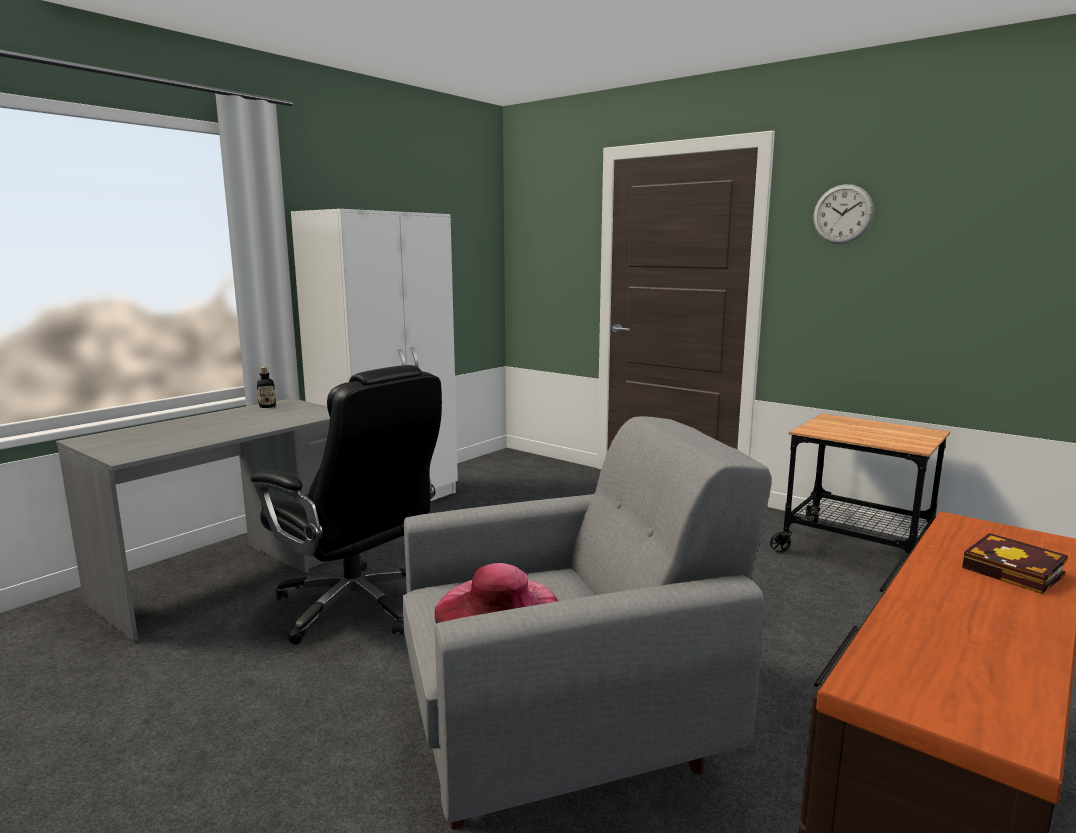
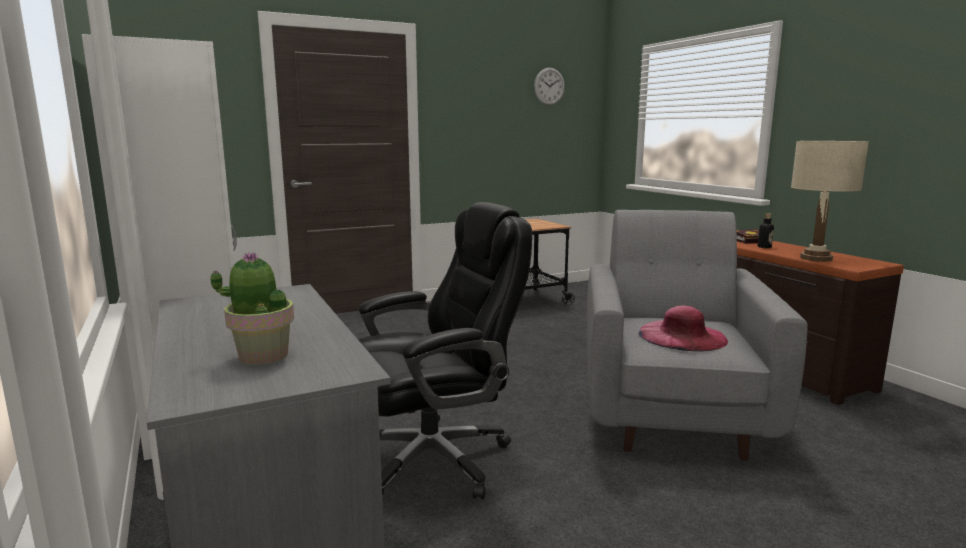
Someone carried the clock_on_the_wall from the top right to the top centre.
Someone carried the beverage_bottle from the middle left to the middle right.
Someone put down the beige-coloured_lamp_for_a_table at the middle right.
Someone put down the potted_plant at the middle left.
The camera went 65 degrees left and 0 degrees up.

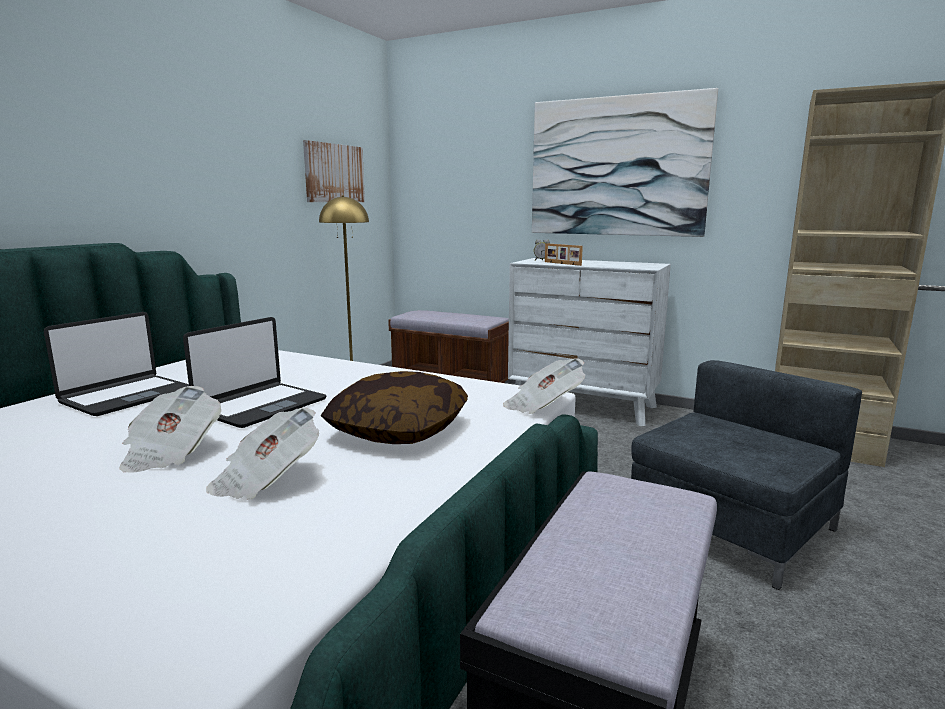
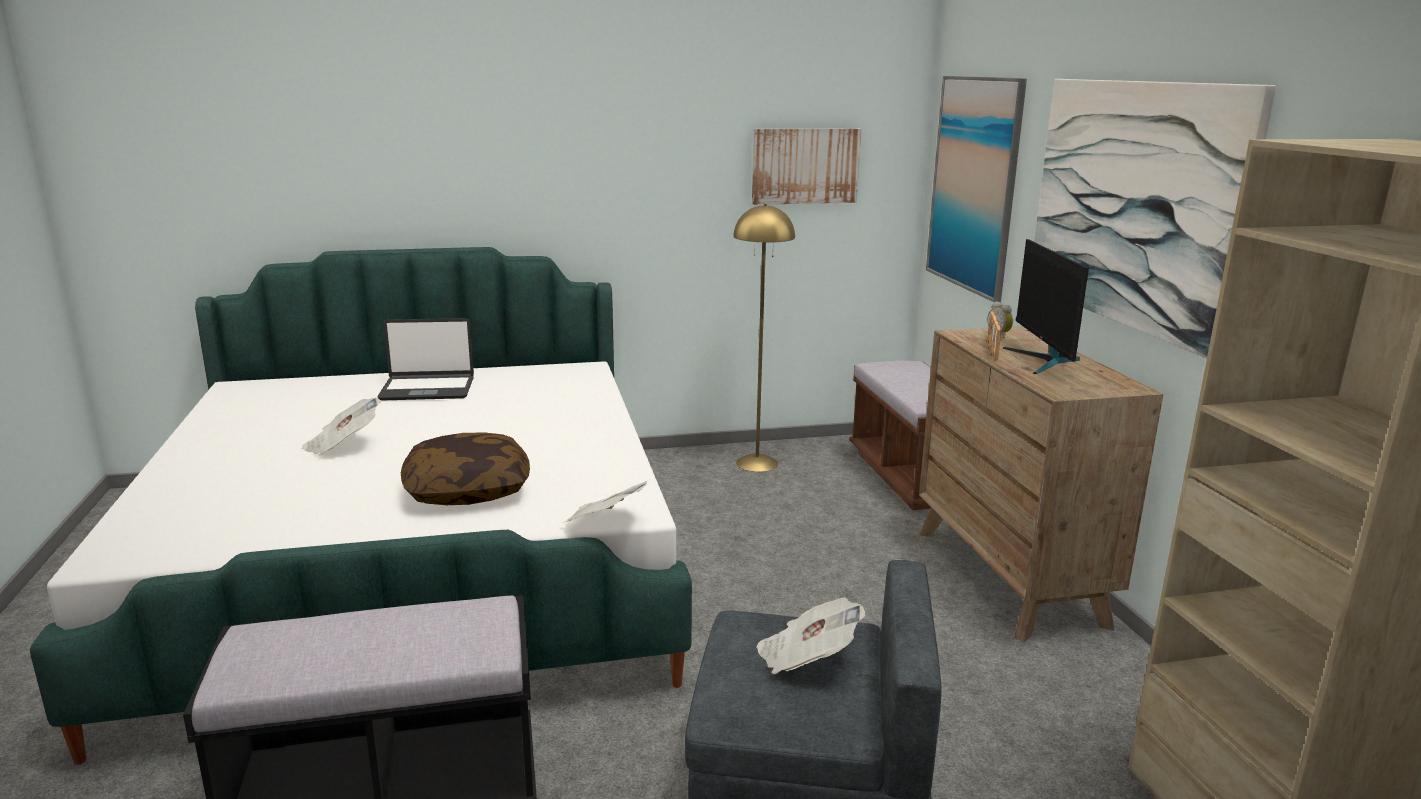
Someone repainted the white-coloured_dresser at the centre, which became the brownish_dresser at the middle right.
Someone took away the portable_computer (2nd from left) at the middle left.
Someone carried the newspaper (2nd from left in the first image) from the middle left to the bottom centre.
Someone put up the picture (2nd from left) at the top right.
Someone put down the computer_display at the middle right.
The camera went 50 degrees right and 5 degrees up.

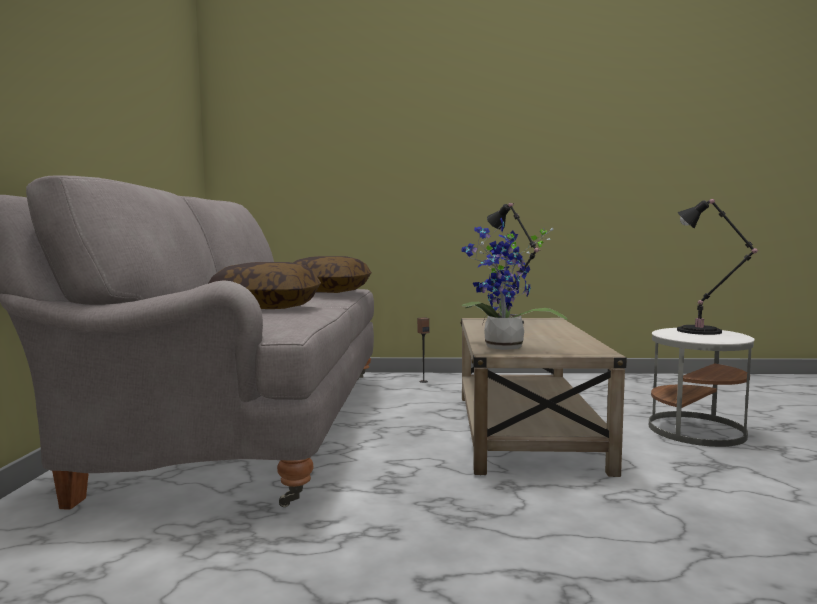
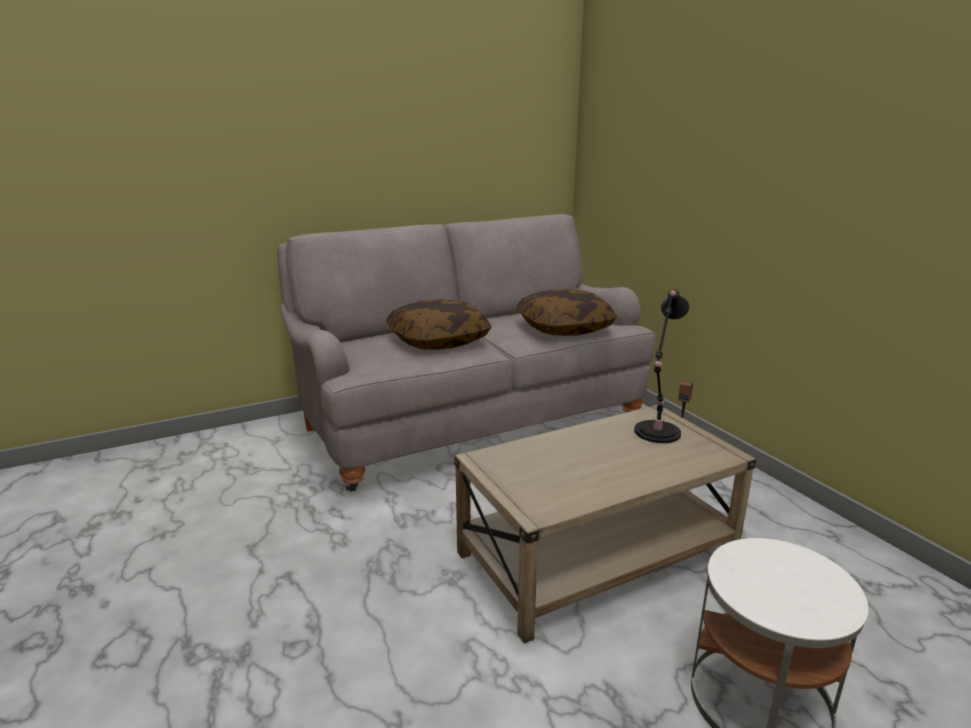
Someone took away the black_lamp_for_a_table (2nd from left) at the middle right.
Someone took away the potted_plant at the centre.
The camera went 60 degrees right and 15 degrees up.

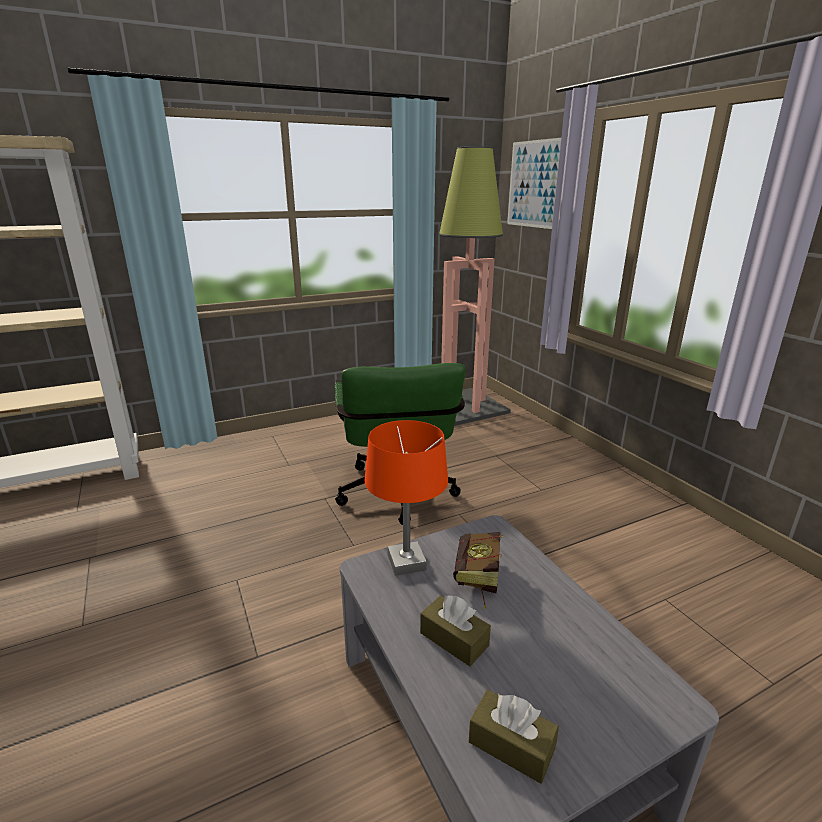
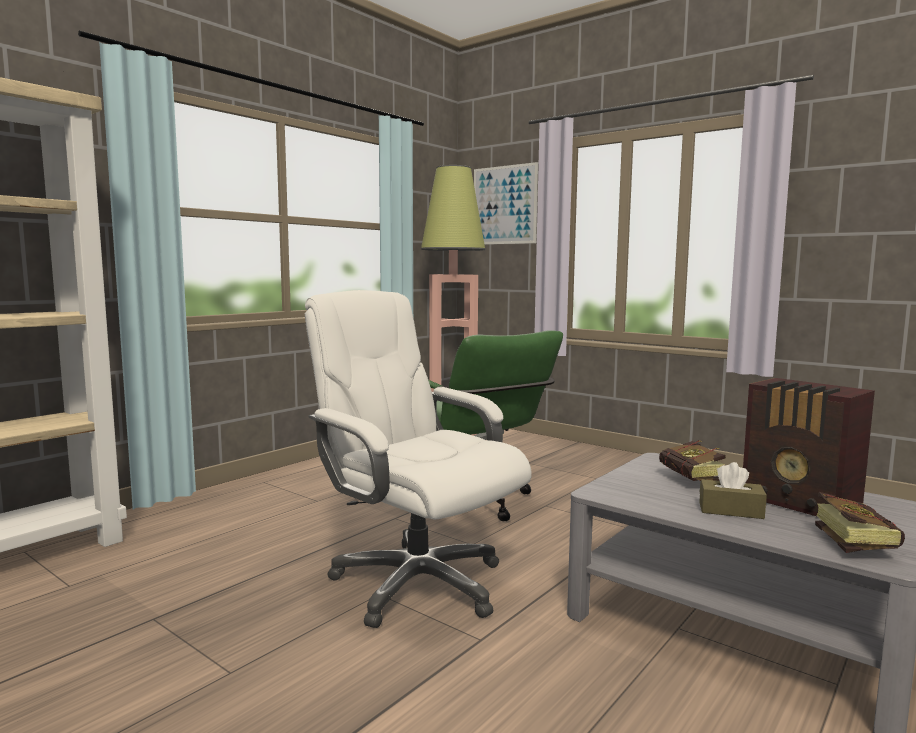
Someone took away the orange-coloured_lamp_for_a_table at the centre.
Someone swapped the brownish_tissue_box (2nd from left) at the bottom centre for the volume (2nd from left) at the bottom right.
Someone put down the white-coloured_desk_chair at the centre.
Someone put down the radio_set at the middle right.
The camera went 25 degrees left and 15 degrees down.

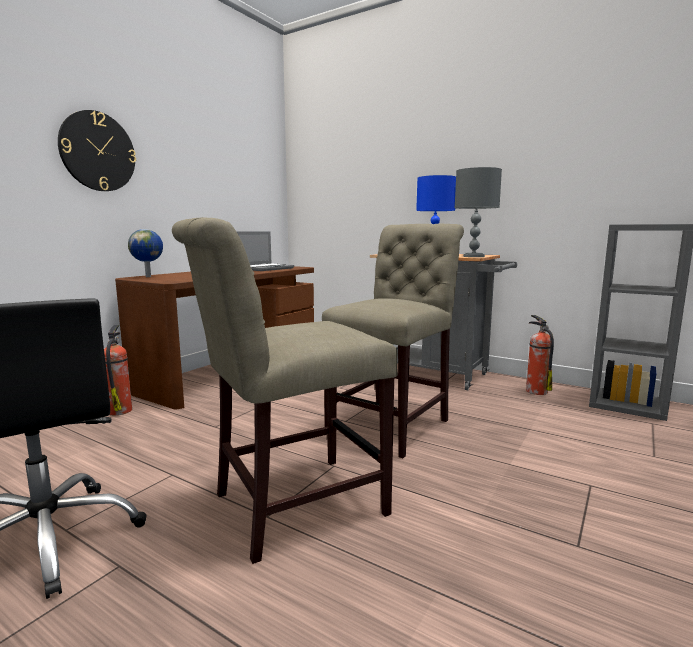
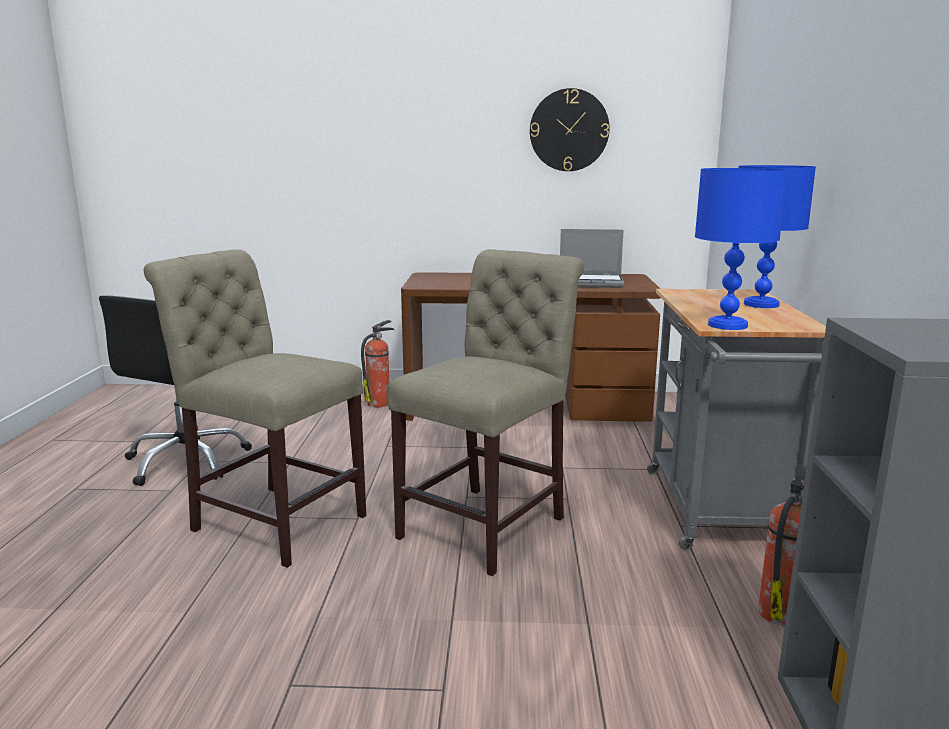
Someone carried the clock_on_the_wall from the top left to the top centre.
Someone repainted the grey_lamp_for_a_table at the top right, which became the blue-coloured_lamp_for_a_table (1st from left) at the middle right.
Someone rotated the beige-coloured_upright_chair (2nd from left) at the centre by 60 degrees counterclockwise.
Someone took away the desk_globe at the middle left.
The camera went 60 degrees right and 5 degrees up.

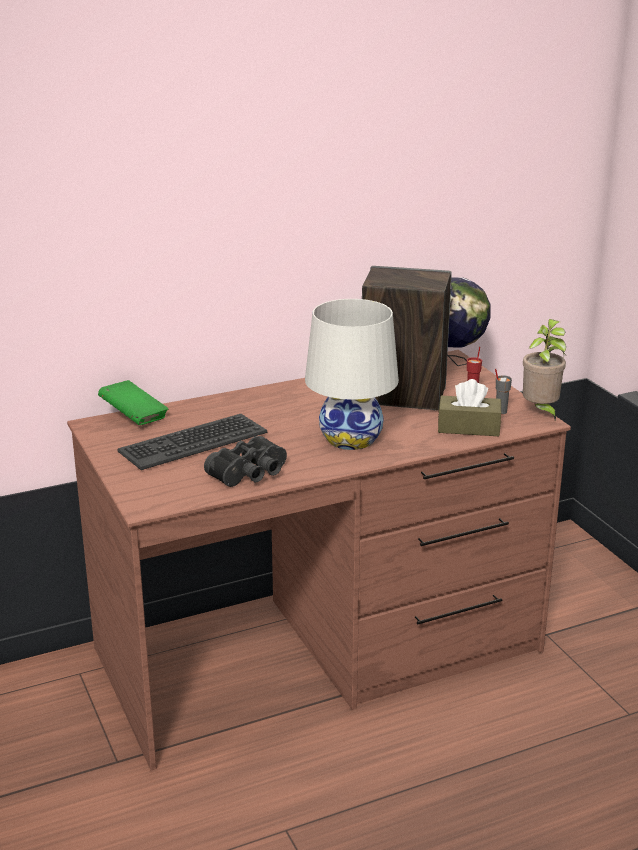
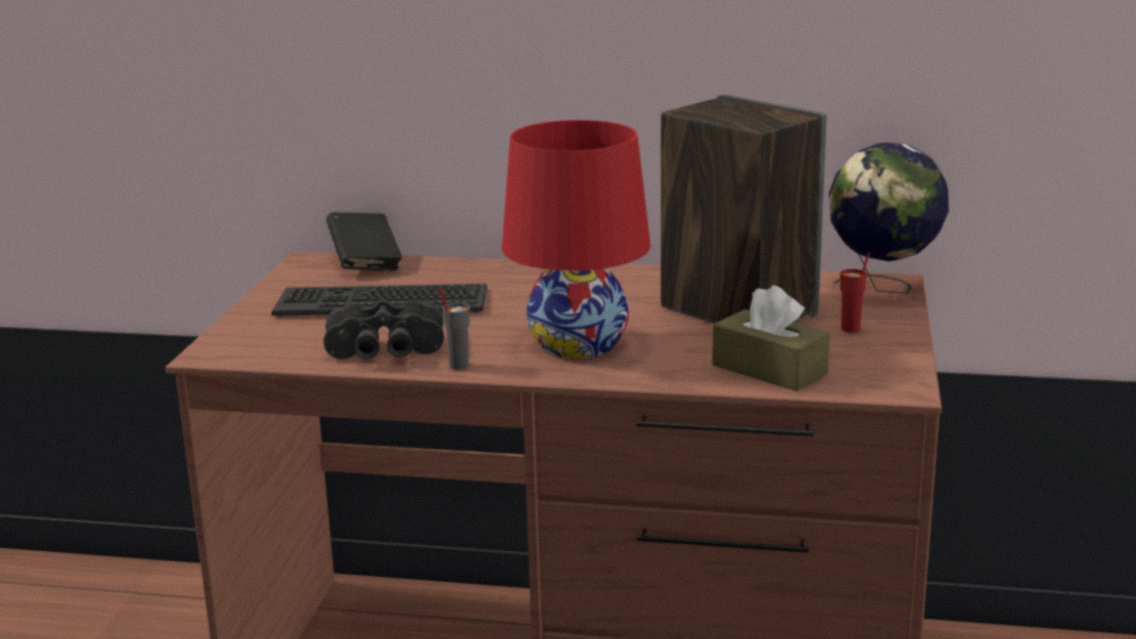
Someone repainted the white-coloured_lamp_for_a_table at the centre, which became the reddish_lamp_for_a_table at the centre.
Someone took away the potted_plant at the middle right.
Someone carried the grey_cup from the middle right to the centre.
Someone repainted the green_volume at the middle left, which became the black_volume at the middle left.
The camera went 35 degrees right and 5 degrees down.

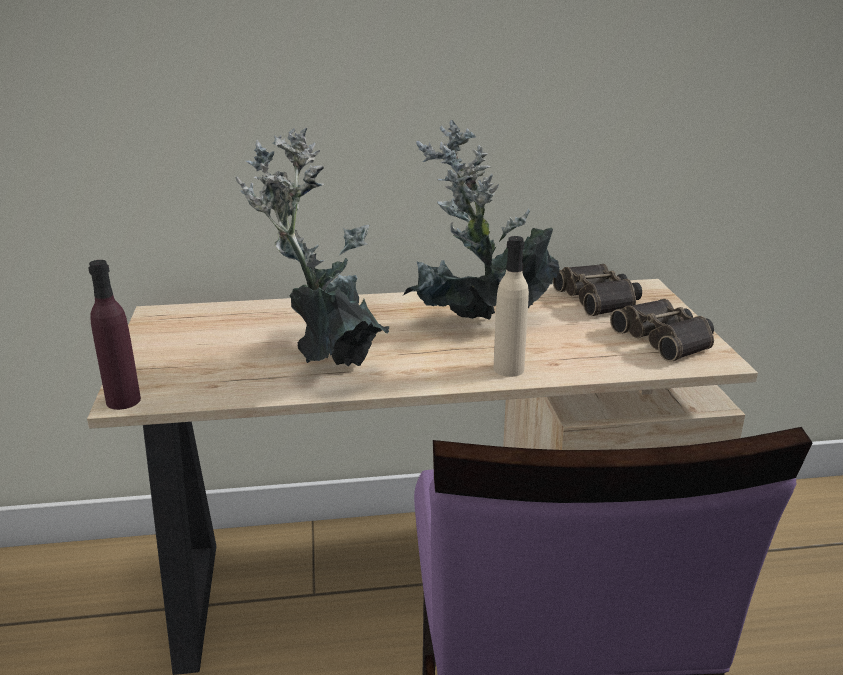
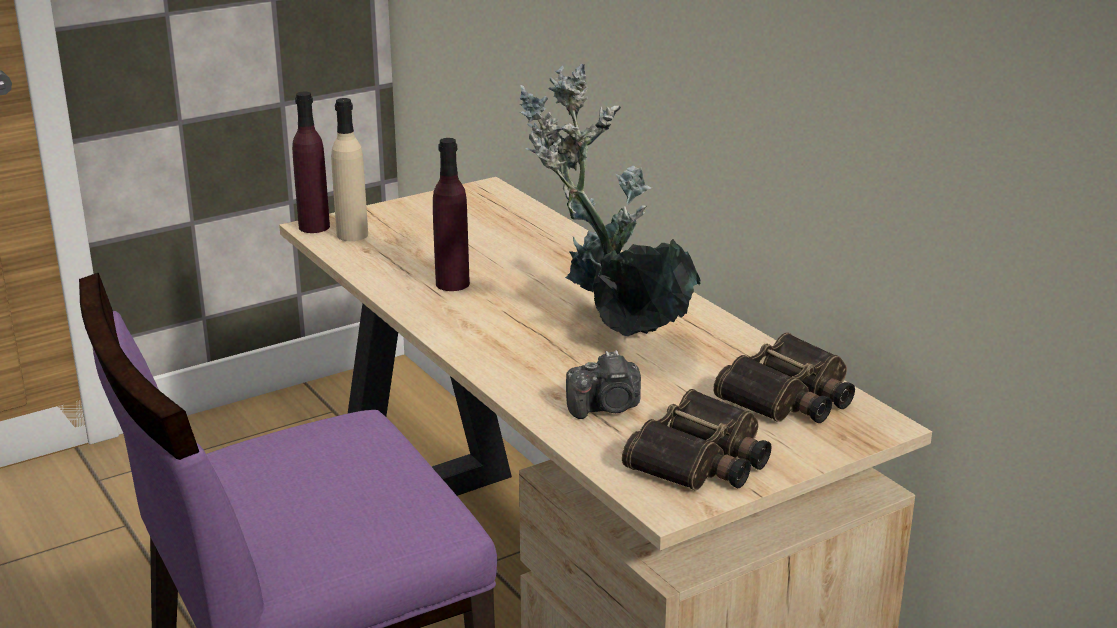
Someone swapped the potted_plant (1st from left) at the centre for the purple_beverage_bottle (2nd from left) at the centre.
Someone carried the beige-coloured_beverage_bottle from the centre to the top left.
Someone put down the still_camera at the centre.
The camera went 65 degrees right and 0 degrees up.

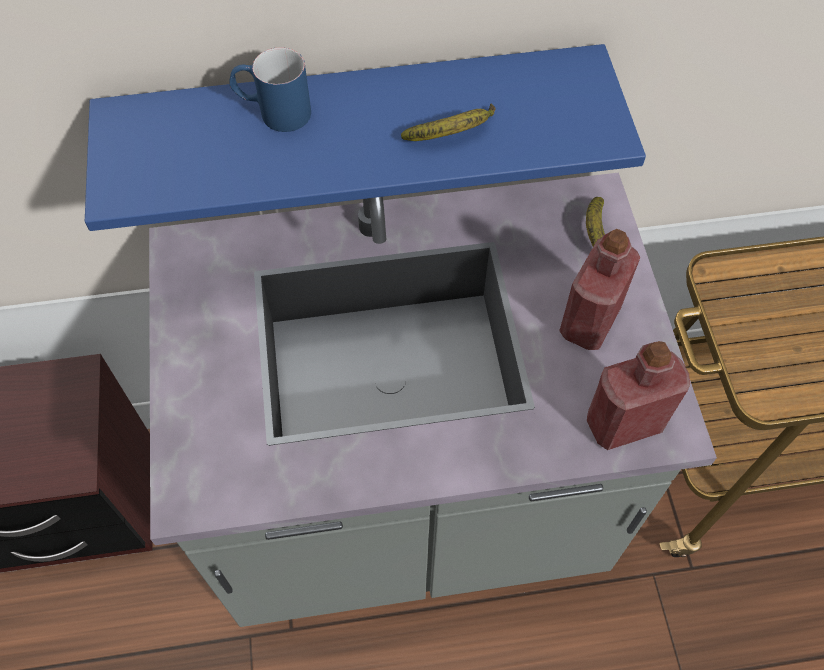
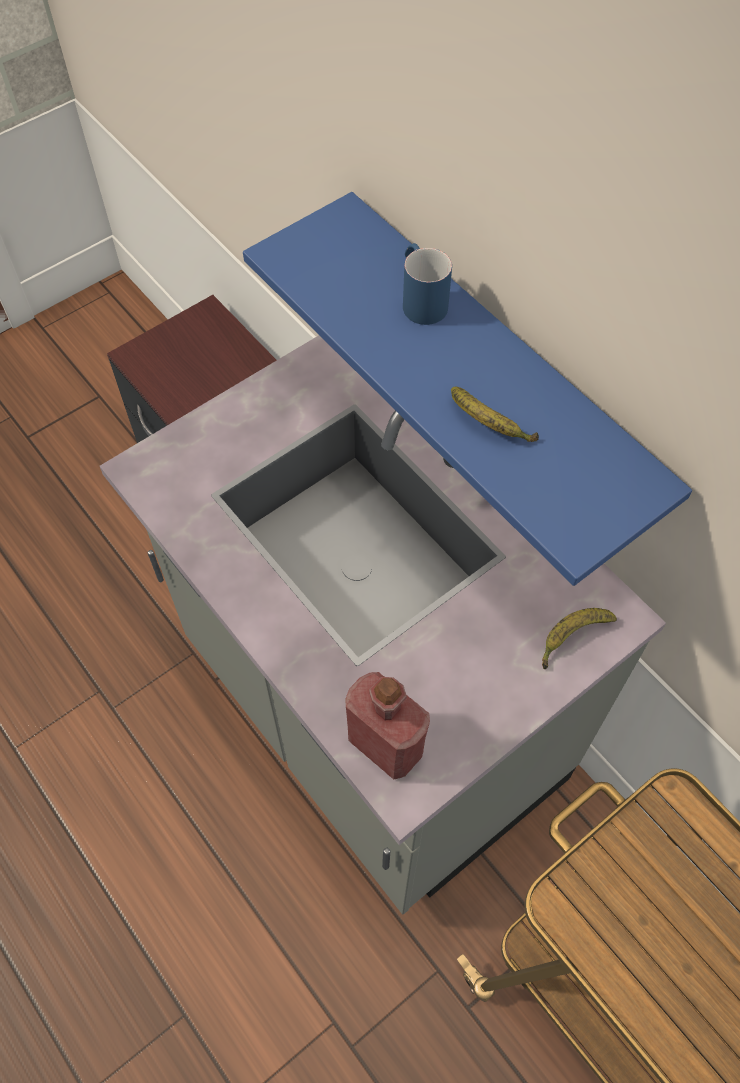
Someone took away the reddish_beverage_bottle (1st from left) at the middle right.
The camera went 60 degrees right and 0 degrees up.

